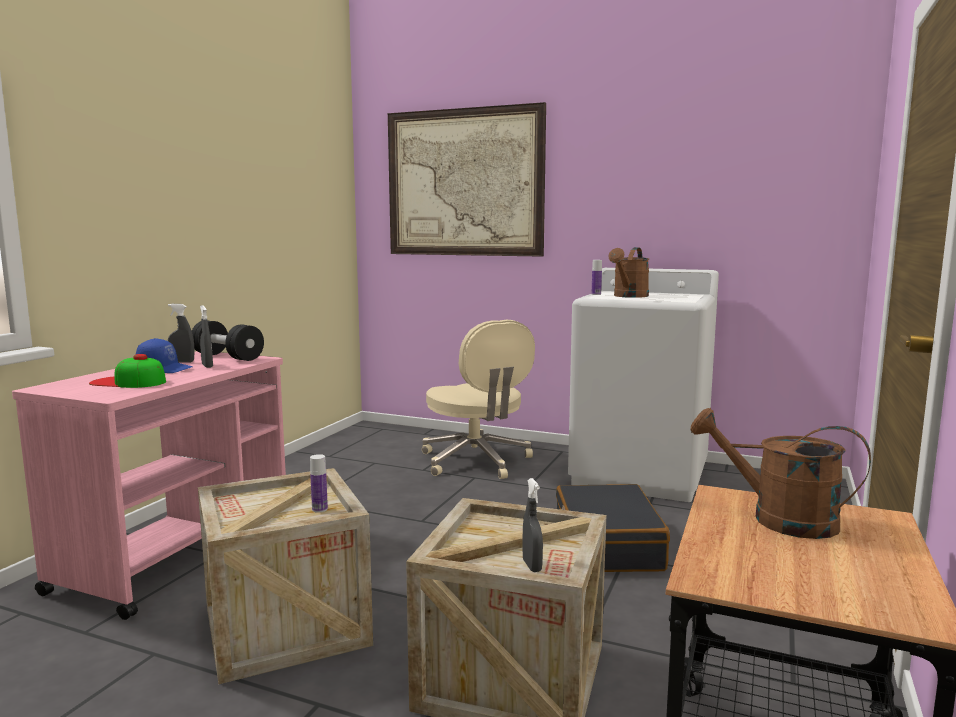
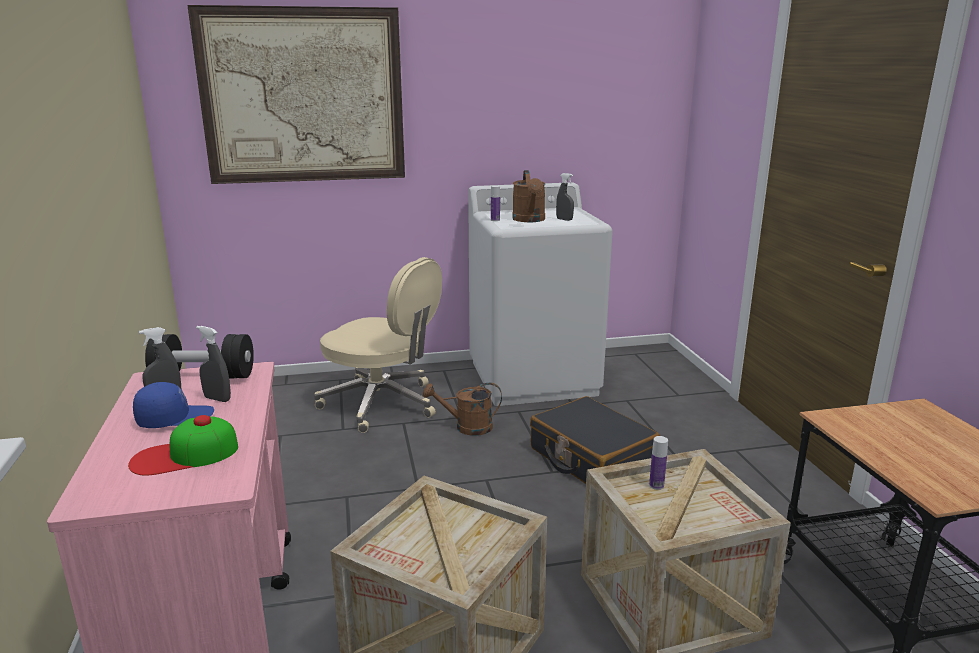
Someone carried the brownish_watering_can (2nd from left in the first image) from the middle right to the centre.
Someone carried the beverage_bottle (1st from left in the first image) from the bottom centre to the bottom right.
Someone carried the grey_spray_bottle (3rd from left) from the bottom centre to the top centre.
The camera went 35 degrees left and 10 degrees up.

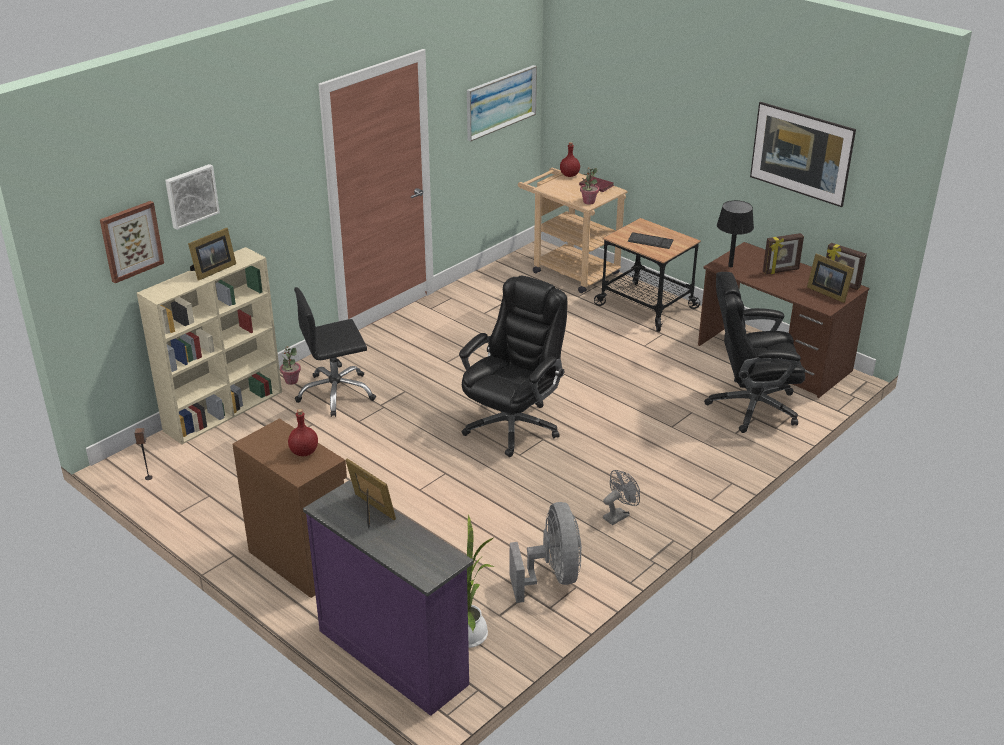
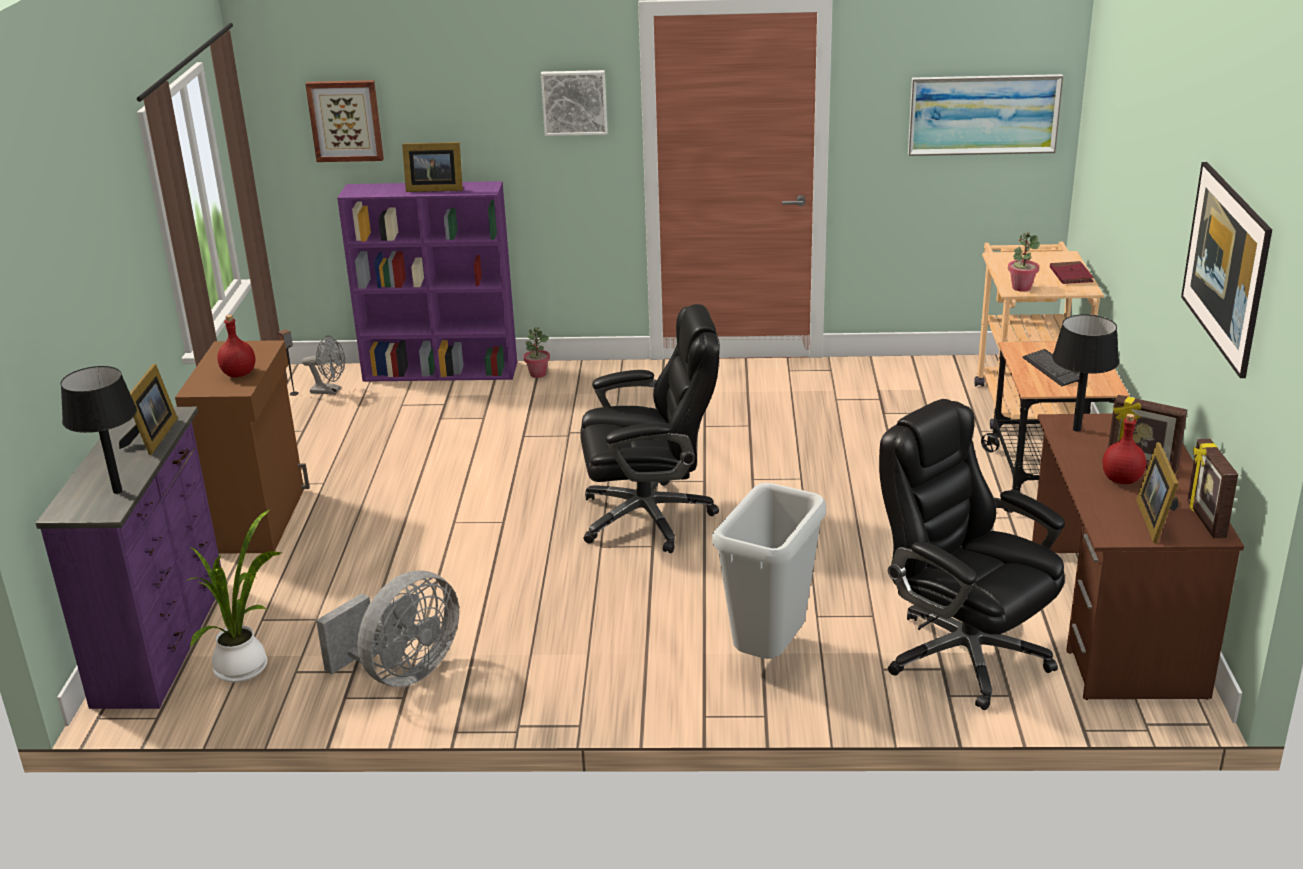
Someone carried the reddish_beverage_bottle (2nd from left) from the top centre to the middle right.
Someone carried the picture (2nd from left) from the top left to the top centre.
Someone repainted the beige-coloured_shelving_unit at the middle left, which became the purple_shelving_unit at the top left.
Someone took away the black_desk_chair (1st from left) at the centre.
Someone carried the grey_cooling_fan (2nd from left in the first image) from the bottom centre to the middle left.
Someone put down the black_lamp_for_a_table (1st from left) at the middle left.
Someone put down the grey_trash_can at the centre.
The camera went 50 degrees right and 5 degrees down.

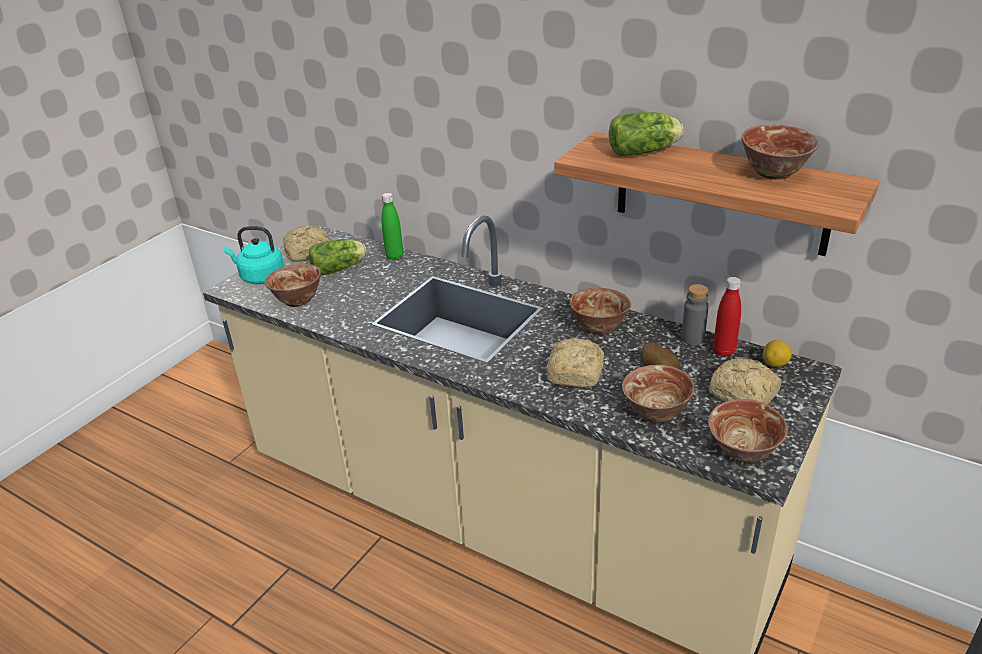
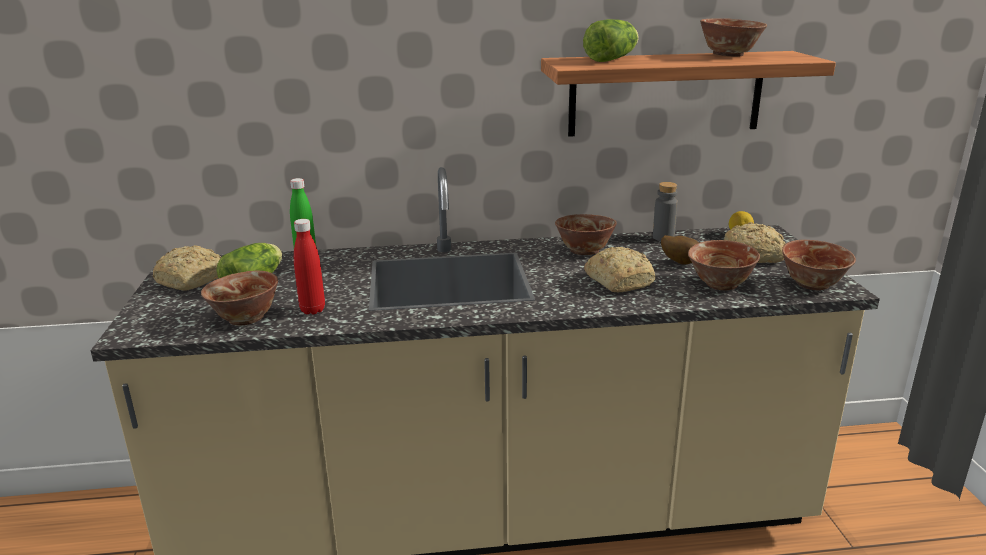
Someone took away the turquoise-coloured_water_kettle at the middle left.
Someone carried the reddish_beverage_bottle from the middle right to the middle left.
The camera went 40 degrees left and 10 degrees down.

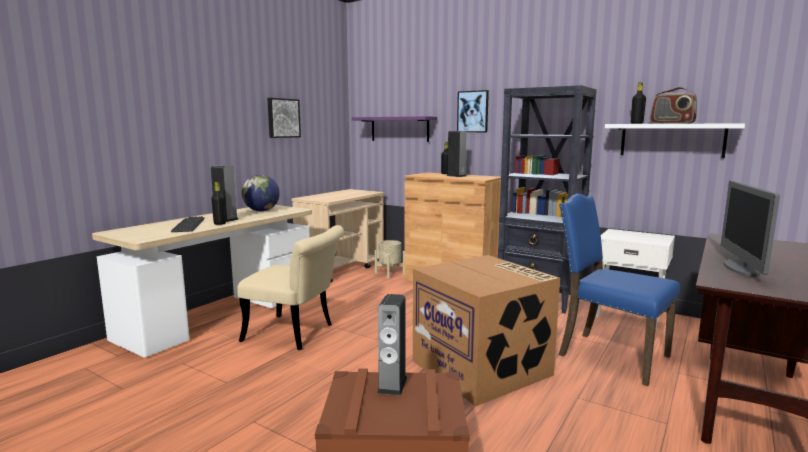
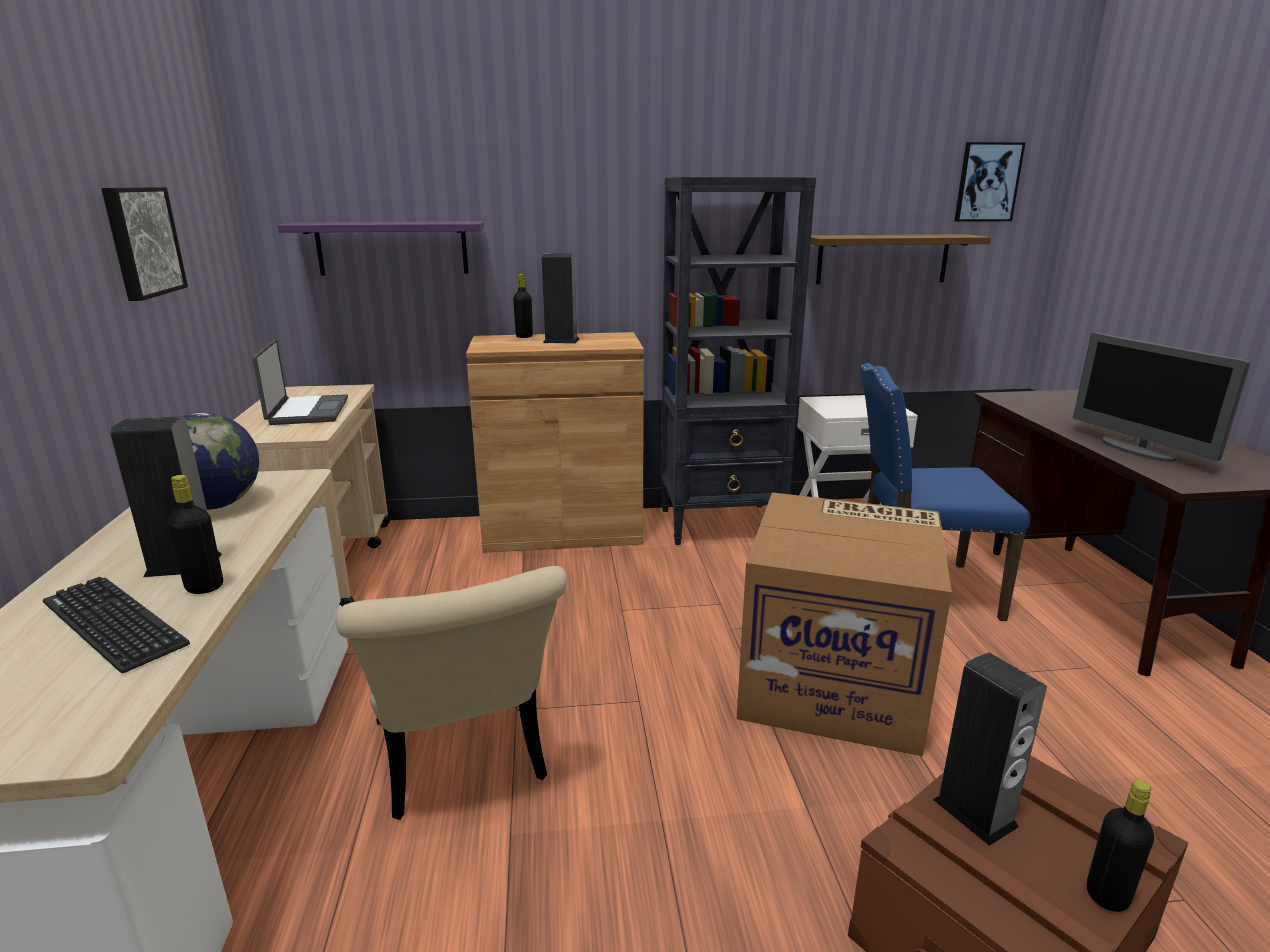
Someone carried the black_beverage_bottle (3rd from left) from the top right to the bottom right.
Someone took away the radio_set at the top right.
Someone carried the picture (2nd from left) from the top centre to the top right.
Someone repainted the white-coloured_bracket_shelf at the top right, which became the brownish_bracket_shelf at the top right.
Someone rotated the beige-coloured_upright_chair at the centre by 90 degrees clockwise.
Someone took away the beige-coloured_planter at the centre.
Someone put down the portable_computer at the middle left.
The camera went 40 degrees left and 10 degrees up.

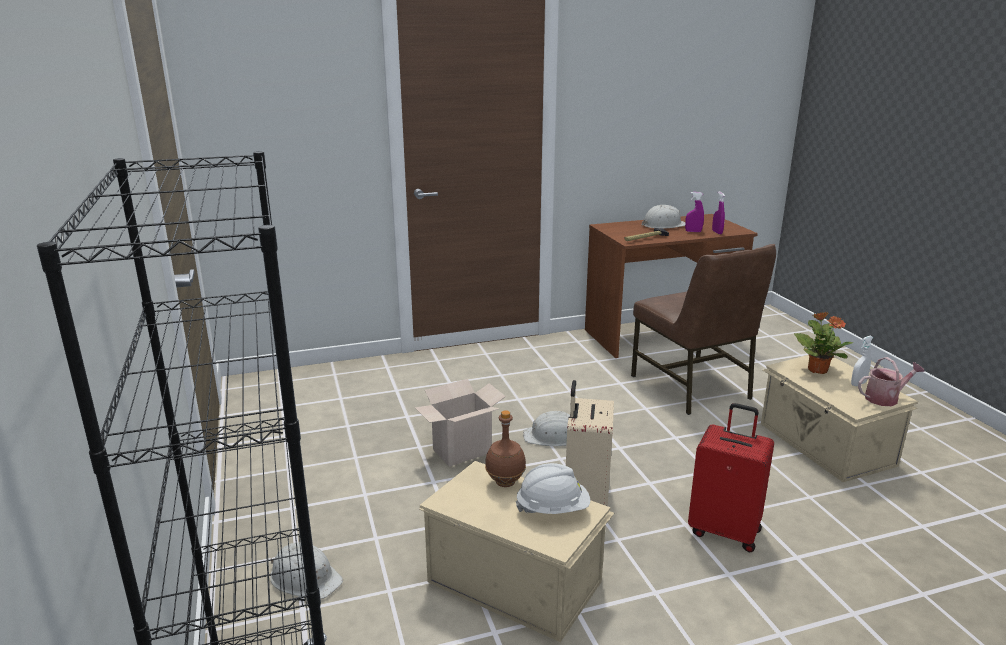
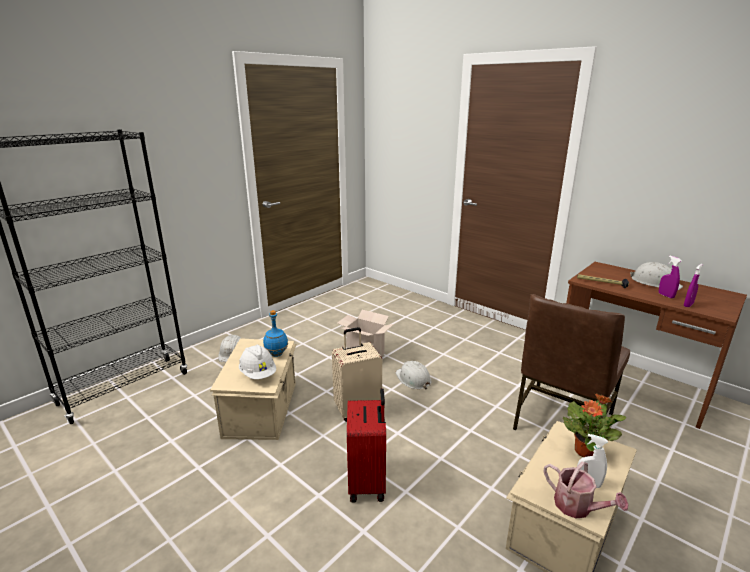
Someone repainted the brownish_beverage_bottle at the bottom centre, which became the blue-coloured_beverage_bottle at the centre.
The camera went 60 degrees right and 0 degrees up.

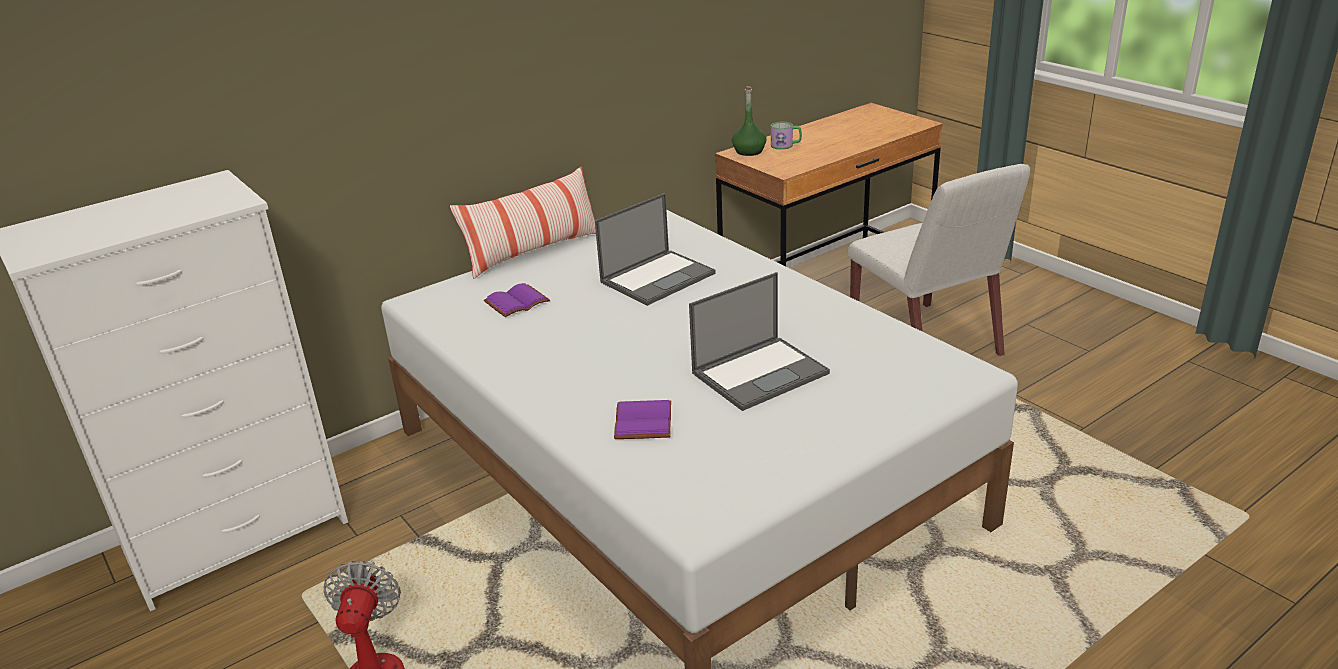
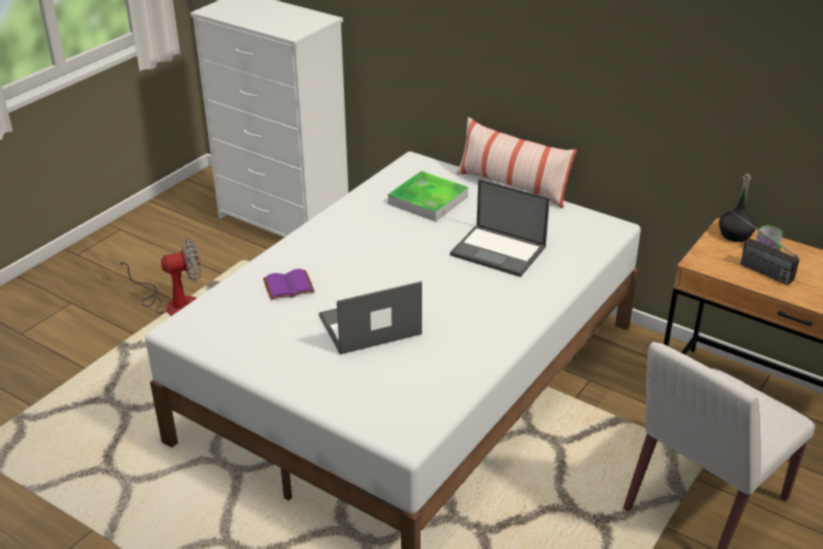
Someone repainted the green_beverage_bottle at the top centre, which became the black_beverage_bottle at the middle right.
Someone rotated the portable_computer (2nd from left in the first image) at the centre by 120 degrees clockwise.
Someone swapped the purple_volume (1st from left) at the centre for the tray at the centre.
Someone put down the radio_set at the middle right.
The camera went 70 degrees right and 5 degrees up.

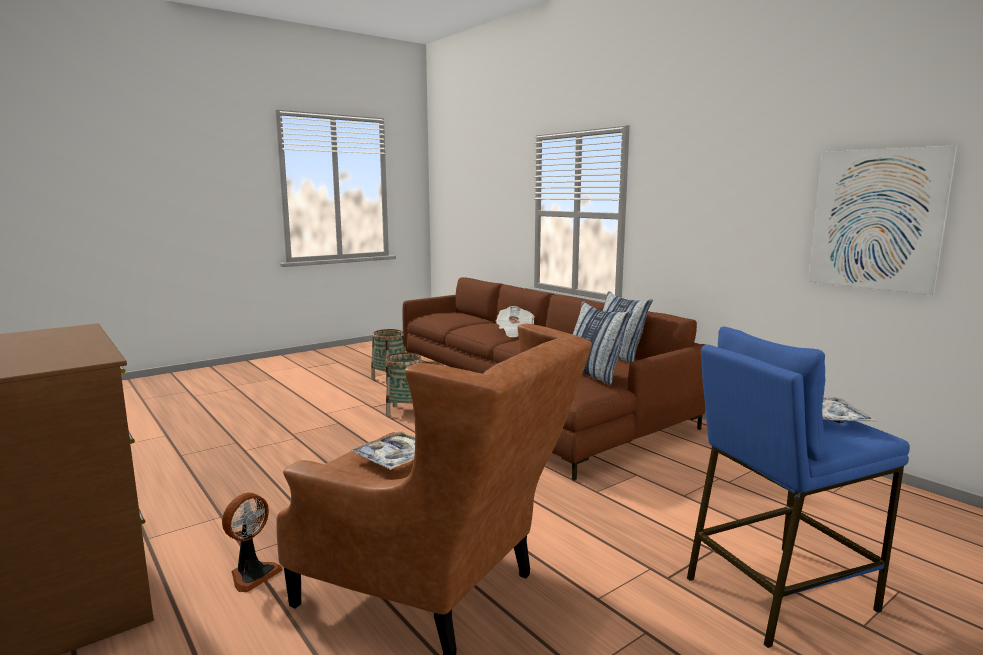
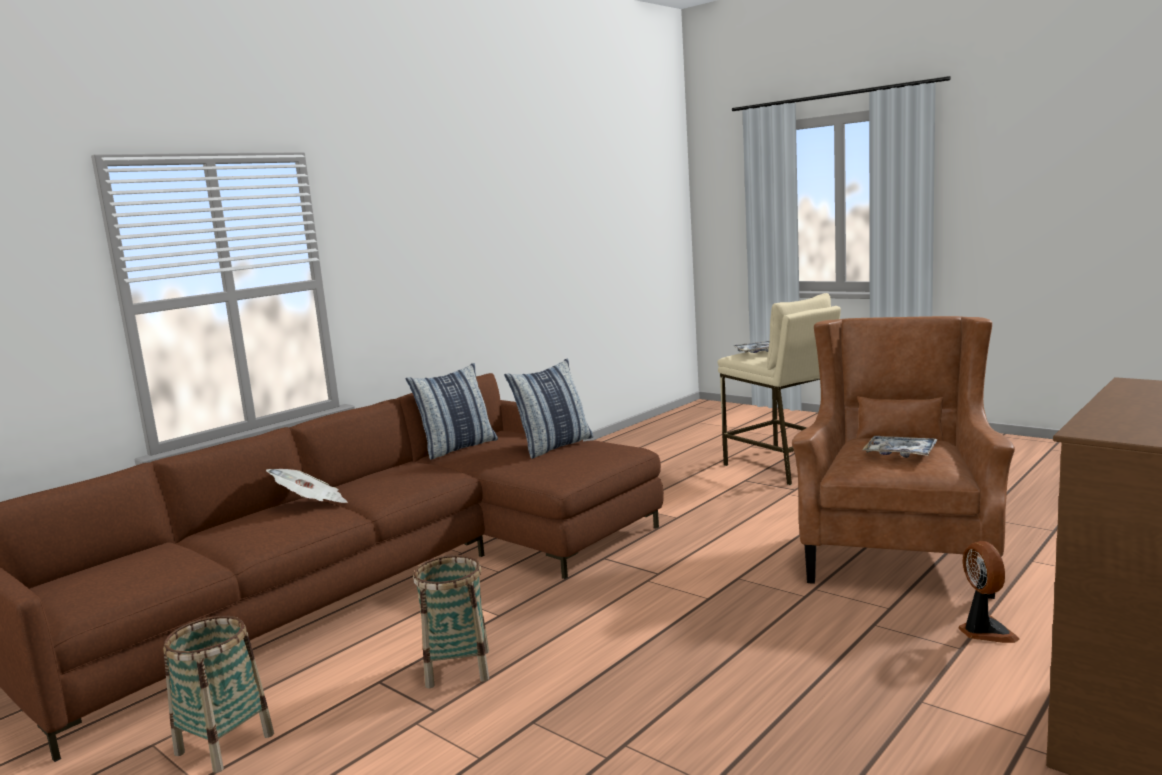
Someone took away the picture at the middle right.
Someone repainted the blue-coloured_stool_seat at the bottom right, which became the beige-coloured_stool_seat at the middle right.
Someone rotated the cooling_fan at the bottom left by 60 degrees clockwise.
The camera went 100 degrees left and 0 degrees up.

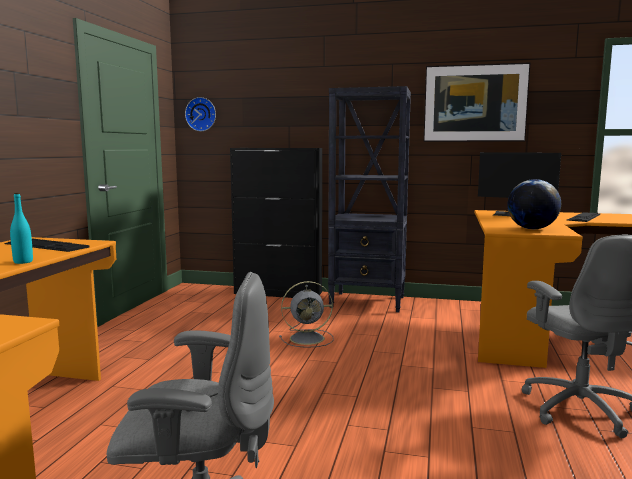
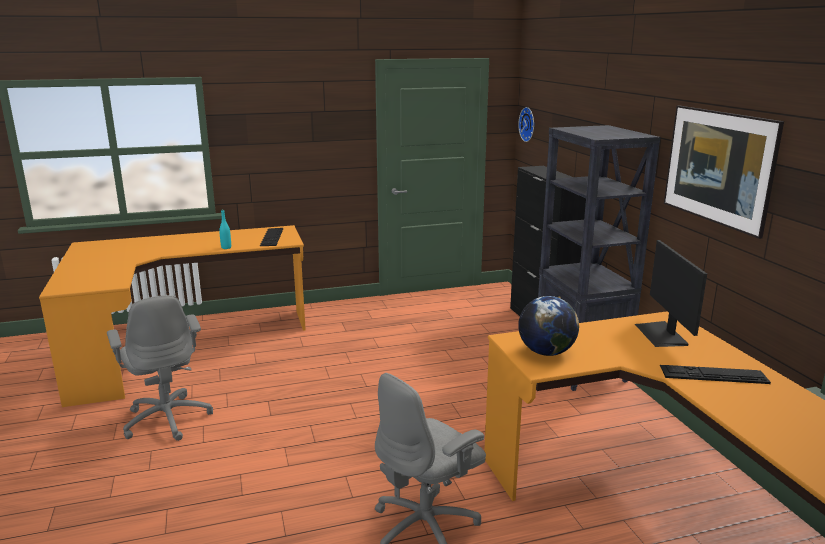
Someone took away the grey_cooling_fan at the centre.
The camera went 60 degrees right and 10 degrees up.

